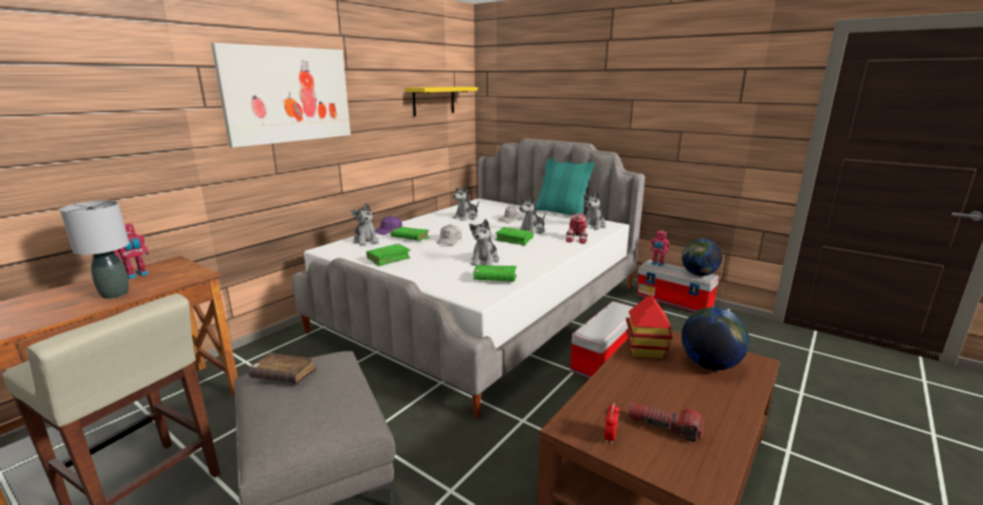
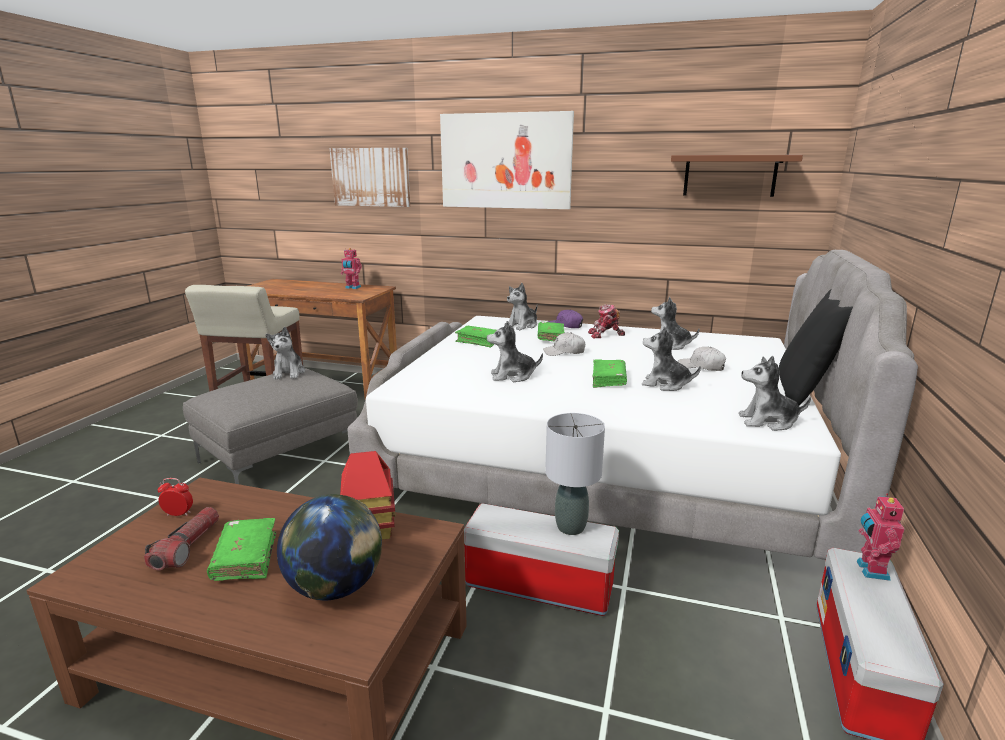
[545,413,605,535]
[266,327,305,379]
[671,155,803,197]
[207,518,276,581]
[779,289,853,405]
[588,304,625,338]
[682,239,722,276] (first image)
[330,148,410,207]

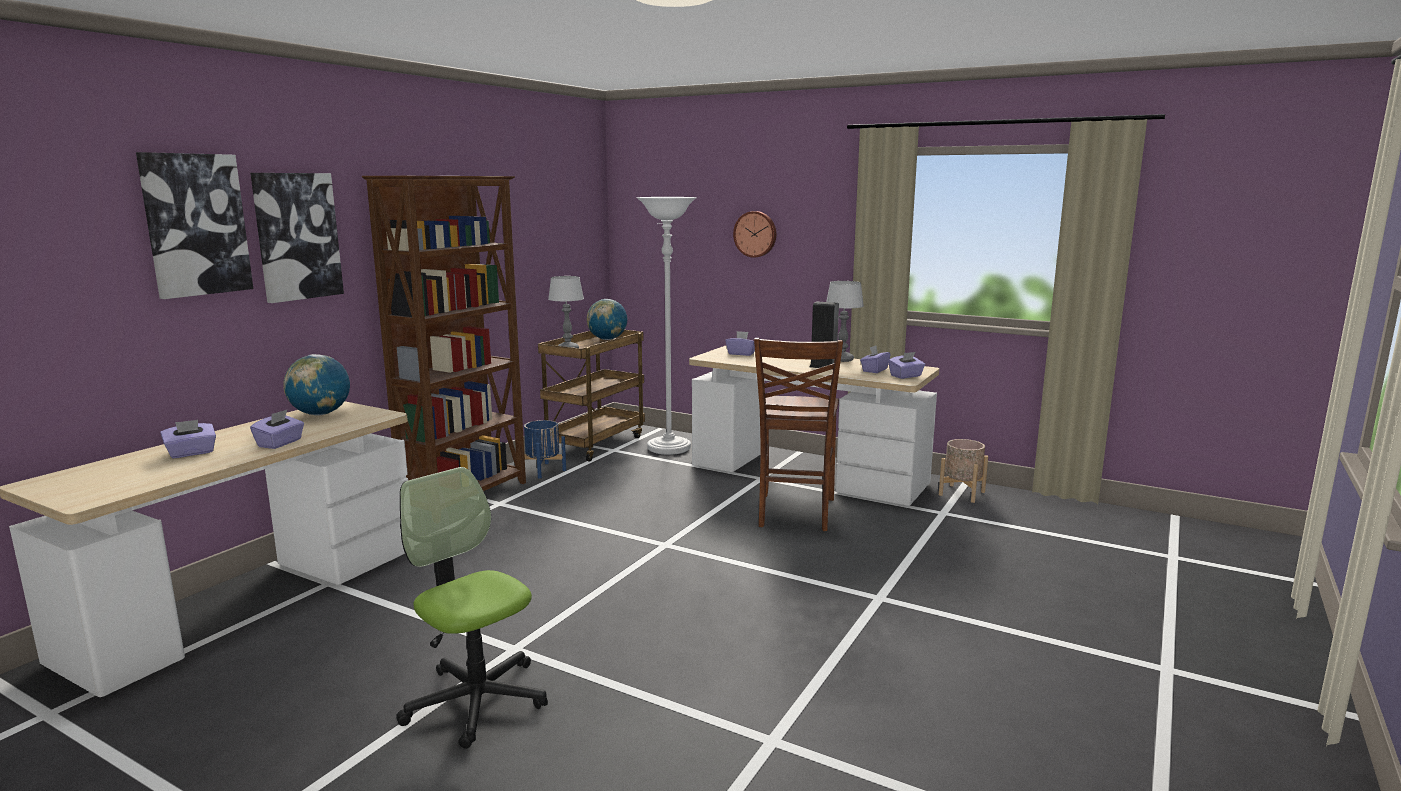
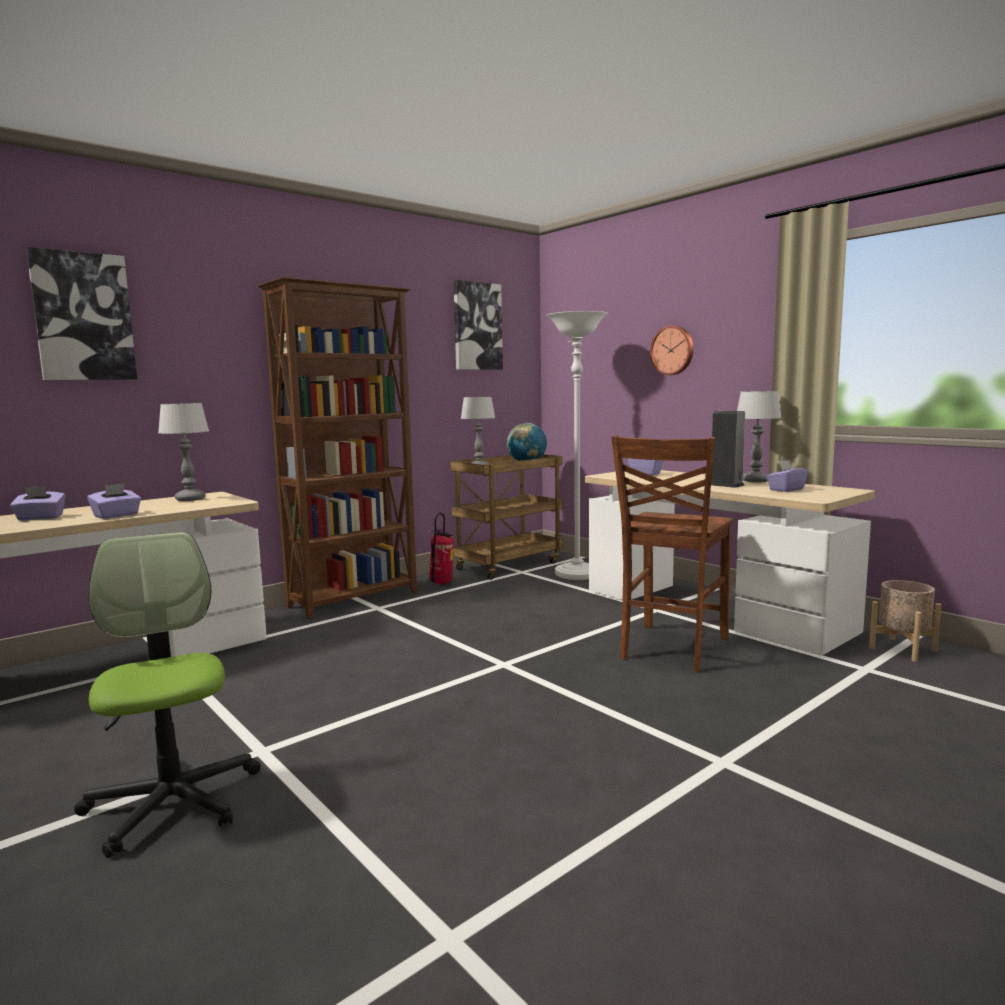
[453,280,503,370]
[158,403,209,501]
[428,513,454,585]
[888,352,925,379] (first image)

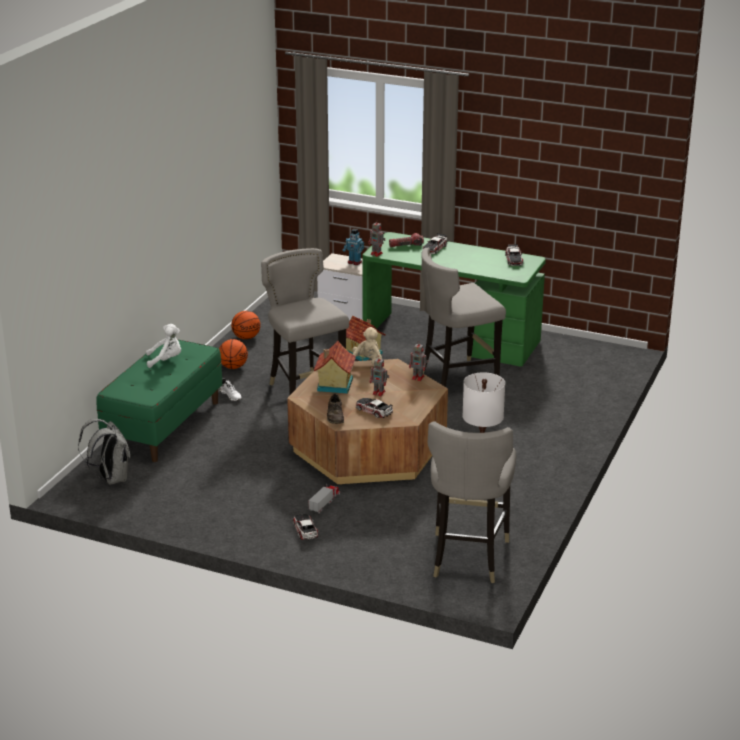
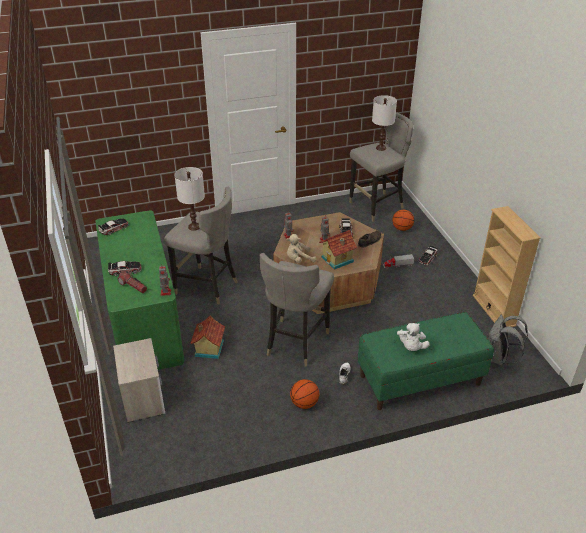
[397,323,430,351]
[392,210,414,231]
[343,229,364,265] (first image)
[174,167,205,231]
[473,206,541,327]

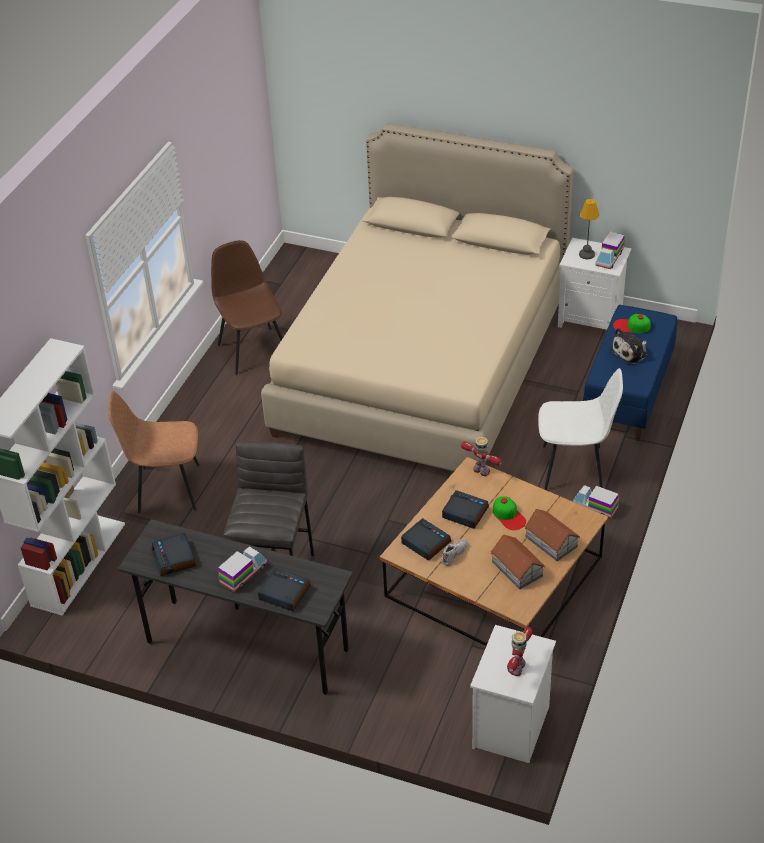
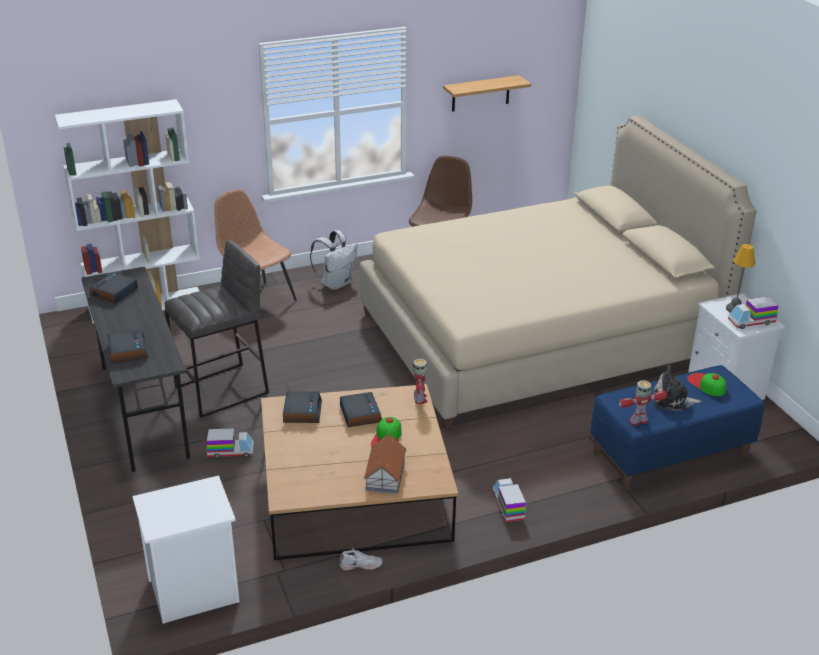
[207,428,254,459]
[340,548,382,570]
[490,534,545,589] (first image)
[619,380,667,426]
[538,368,623,490] (first image)
[310,230,358,290]
[443,75,531,112]

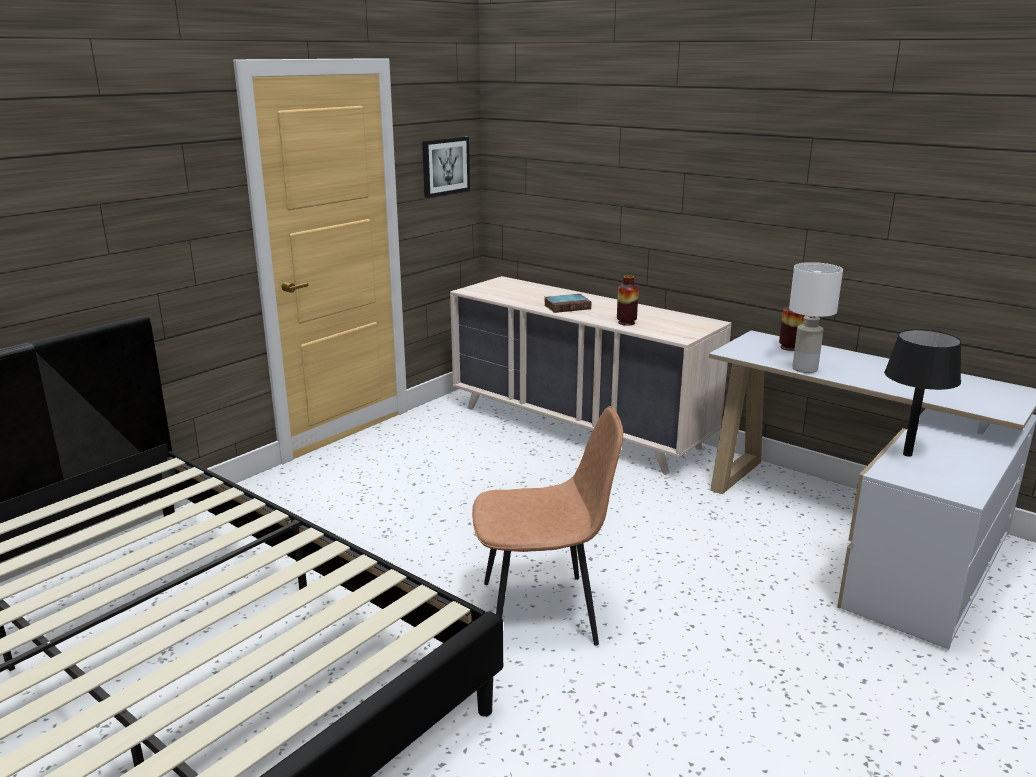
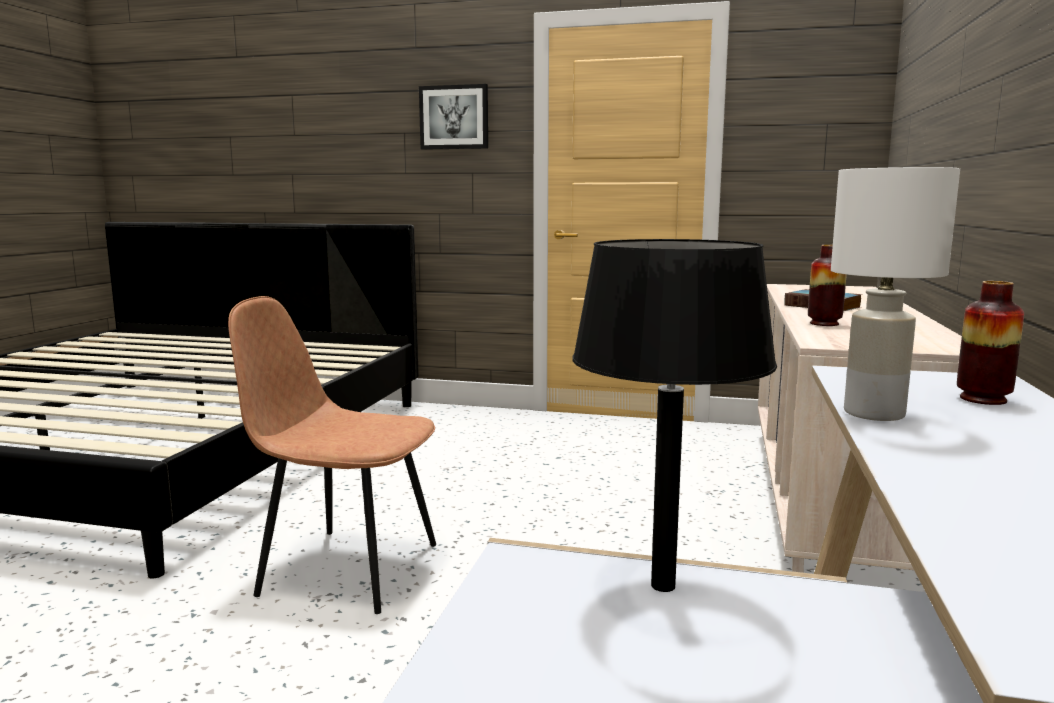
[419,84,488,150]
[228,296,436,614]

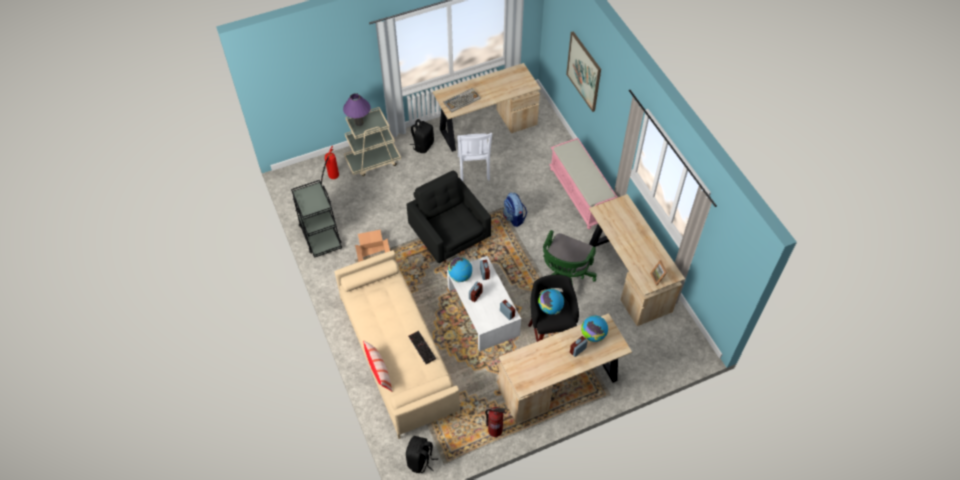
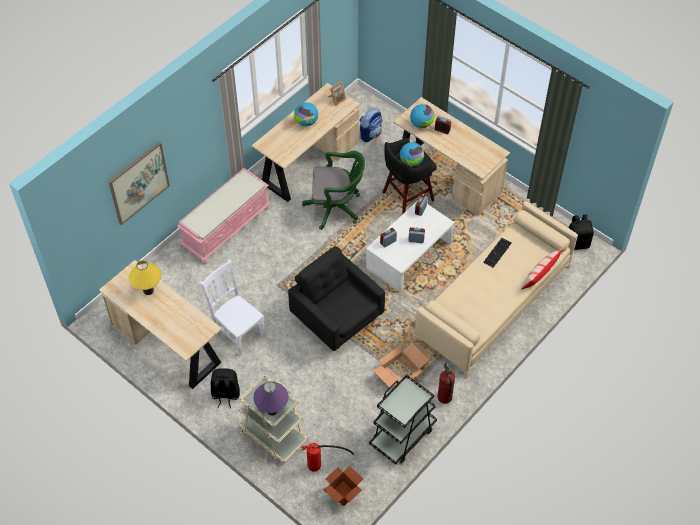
[288,246,385,351]
[444,88,481,112] (first image)
[294,102,318,127]
[200,259,266,356]
[437,363,455,404]
[359,109,382,142]
[129,261,161,295]
[323,466,363,506]

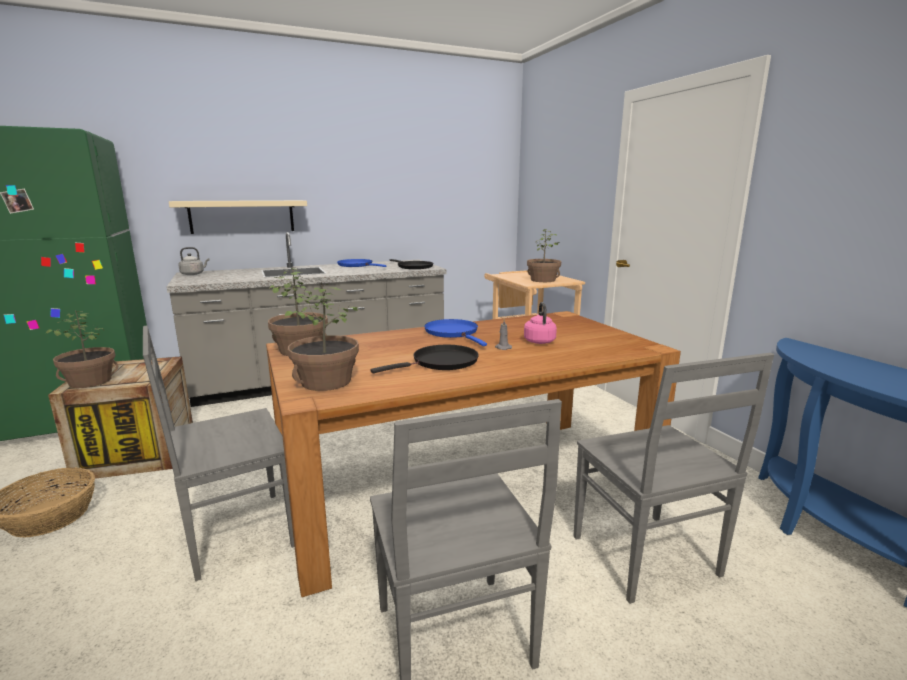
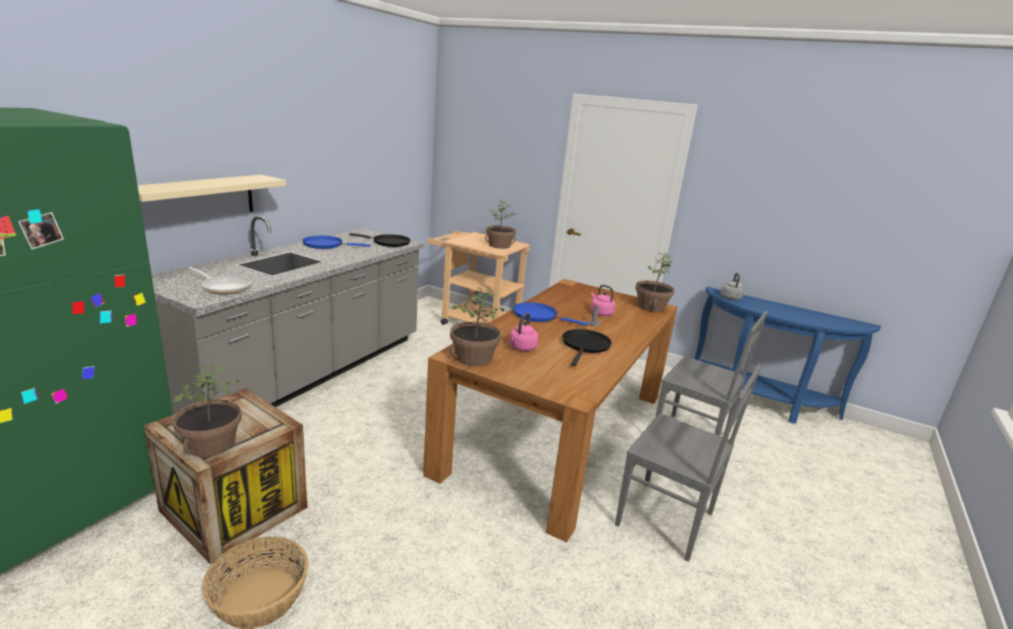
[143,325,294,581] (first image)
[721,273,744,300]
[635,253,674,312]
[188,267,251,294]
[509,313,539,351]

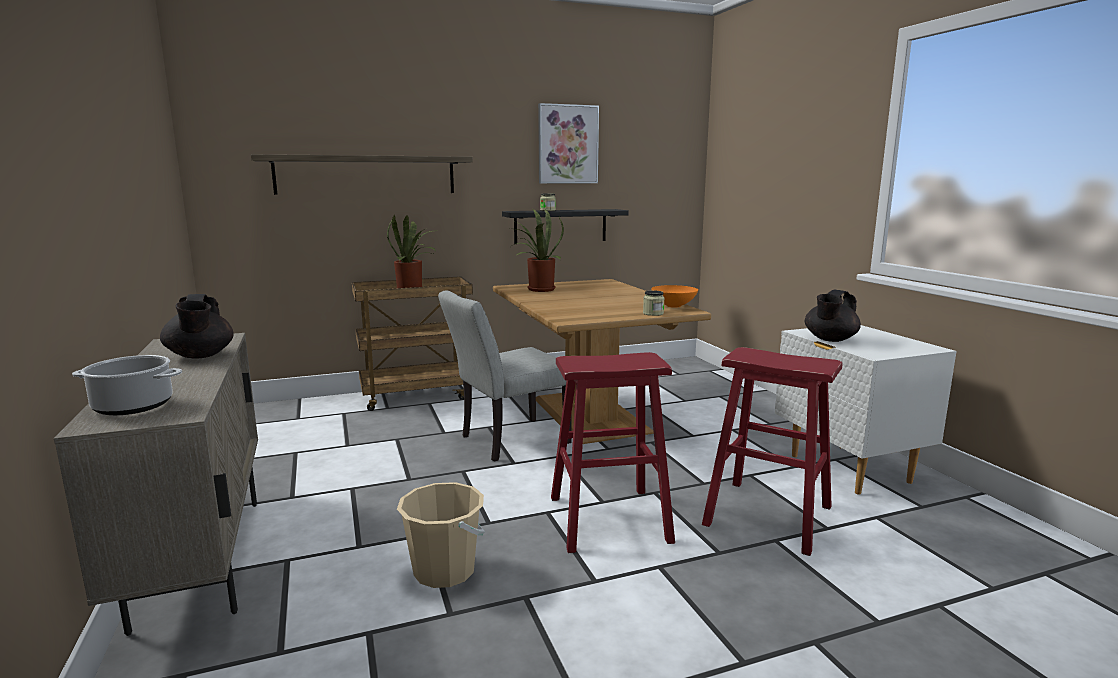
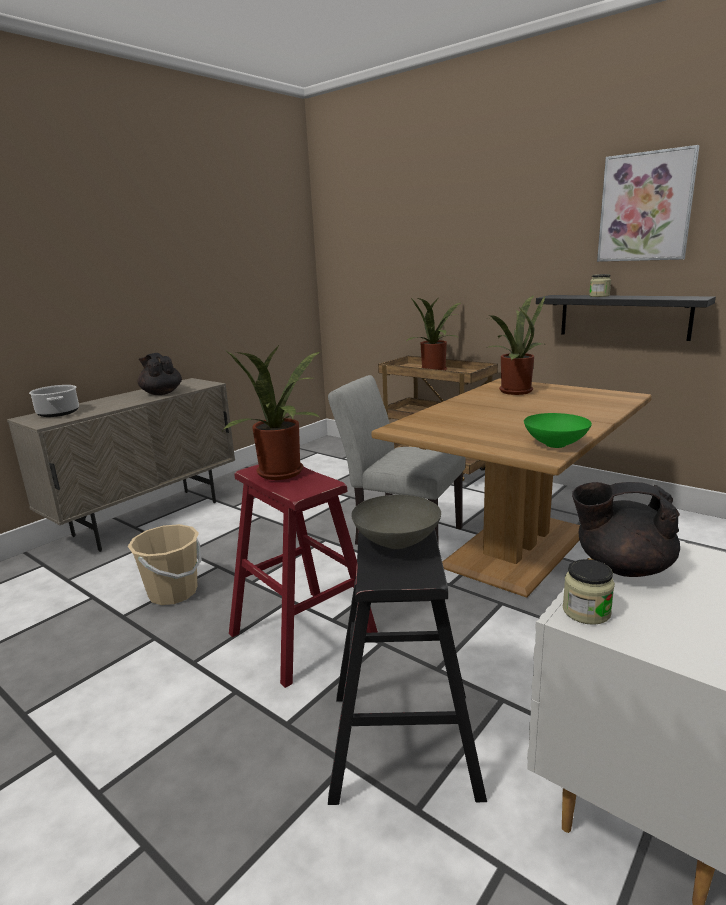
[138,353,182,395]
[251,154,473,195] (first image)
[563,559,615,625]
[524,413,592,448]
[328,529,487,805]
[223,344,321,480]
[351,495,441,549]

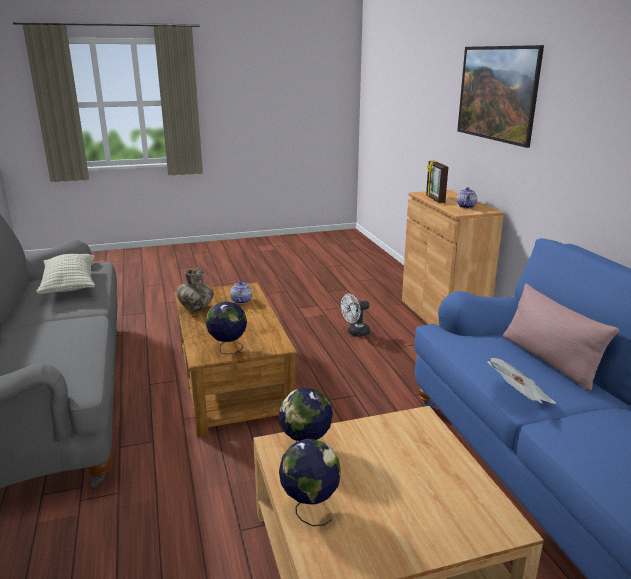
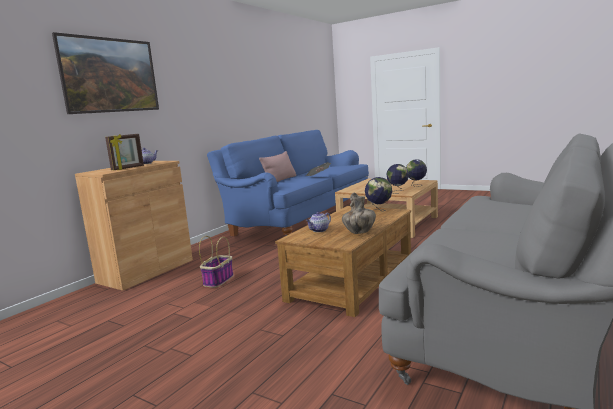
[36,254,95,294] (first image)
[199,236,234,288]

